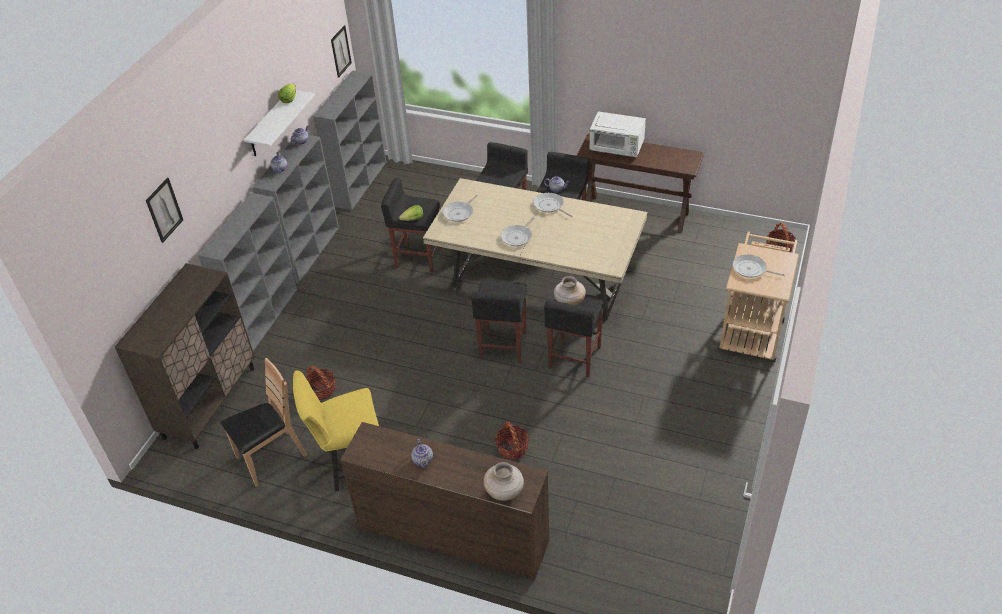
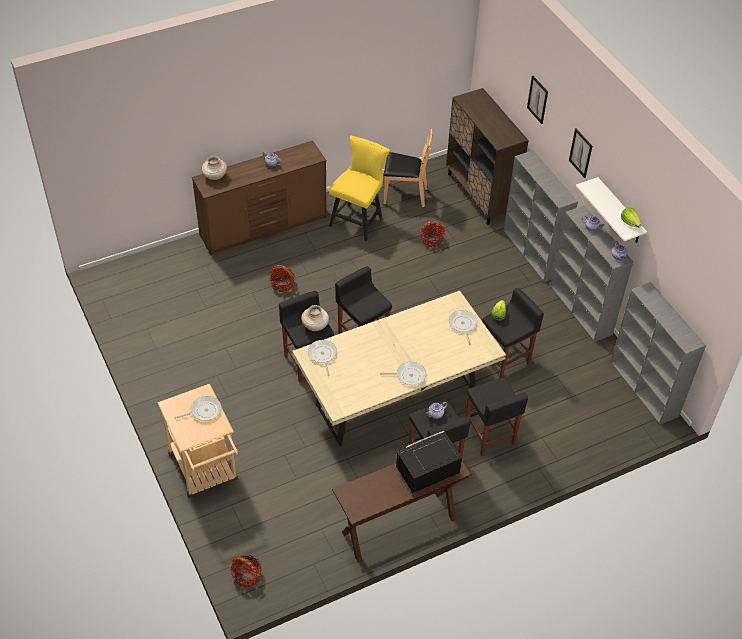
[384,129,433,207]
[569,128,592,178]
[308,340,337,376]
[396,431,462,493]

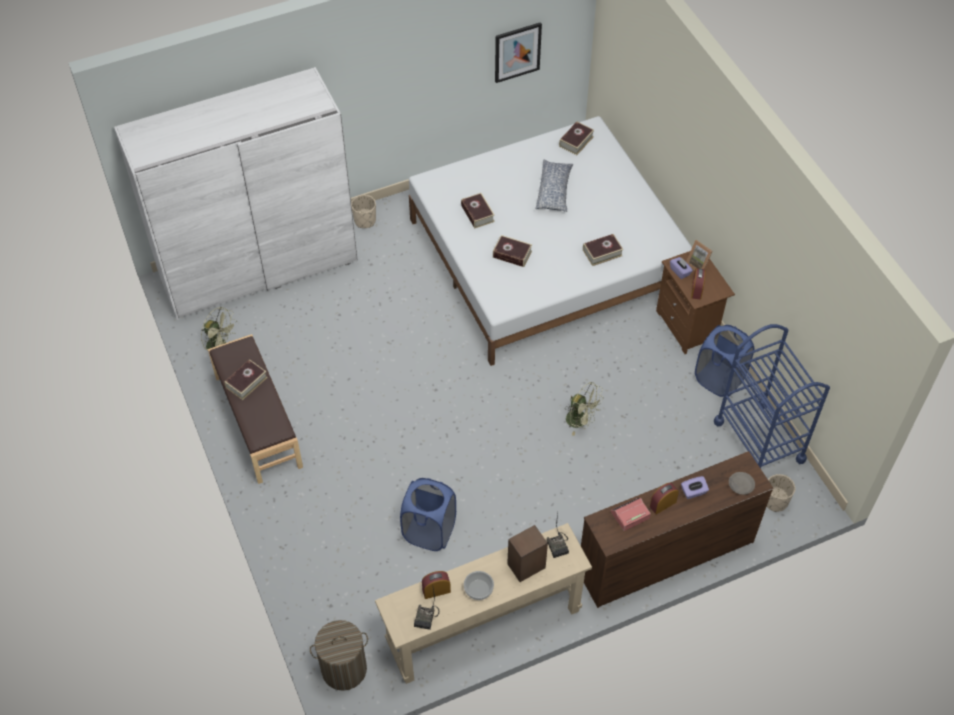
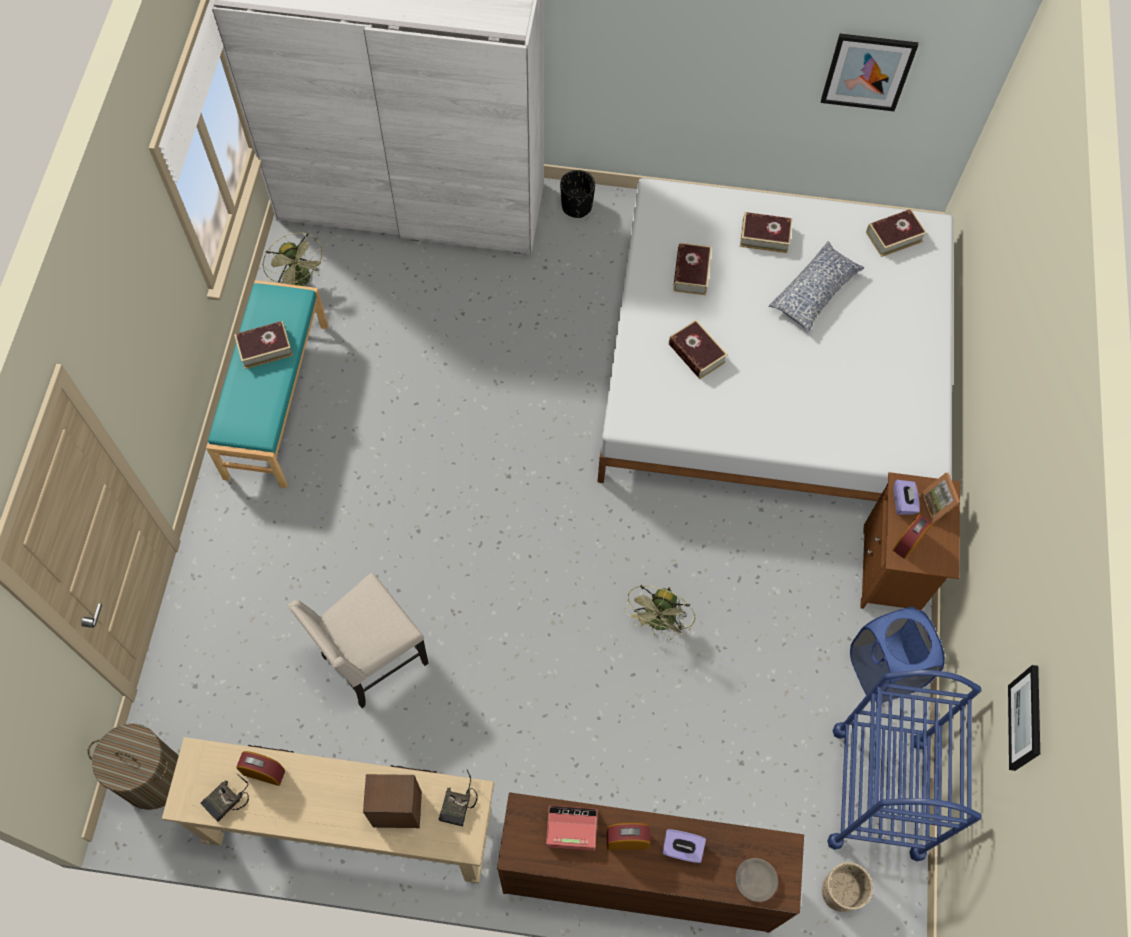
[206,280,328,488]
[560,170,595,218]
[288,573,428,708]
[464,571,494,600] (first image)
[624,585,696,640]
[740,212,792,253]
[1008,665,1040,771]

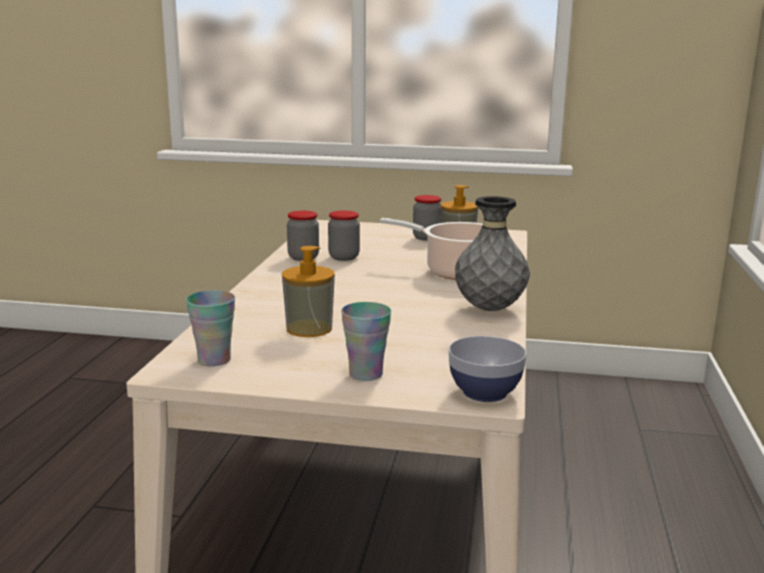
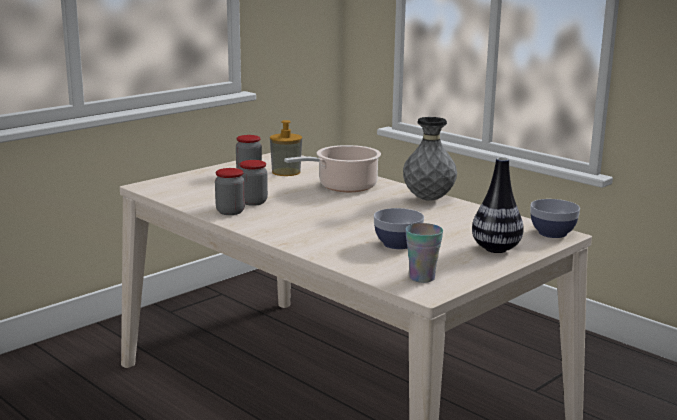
[374,208,424,249]
[472,157,523,253]

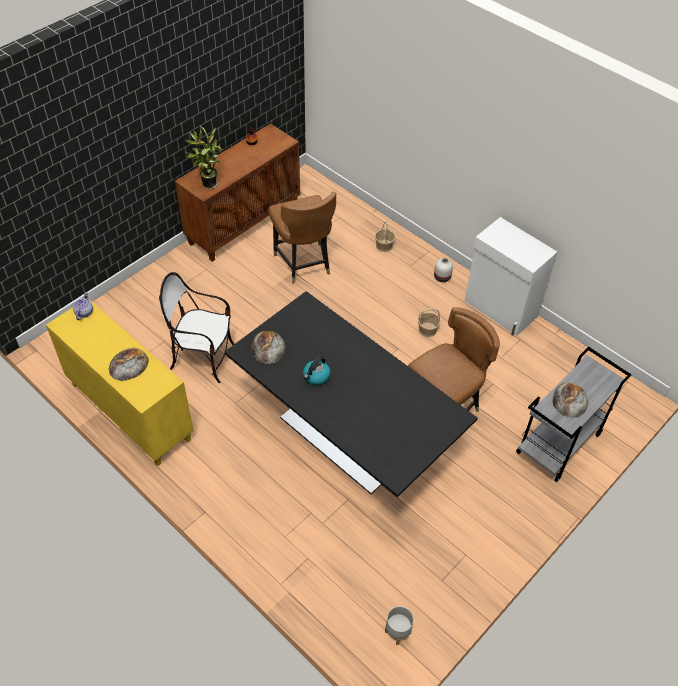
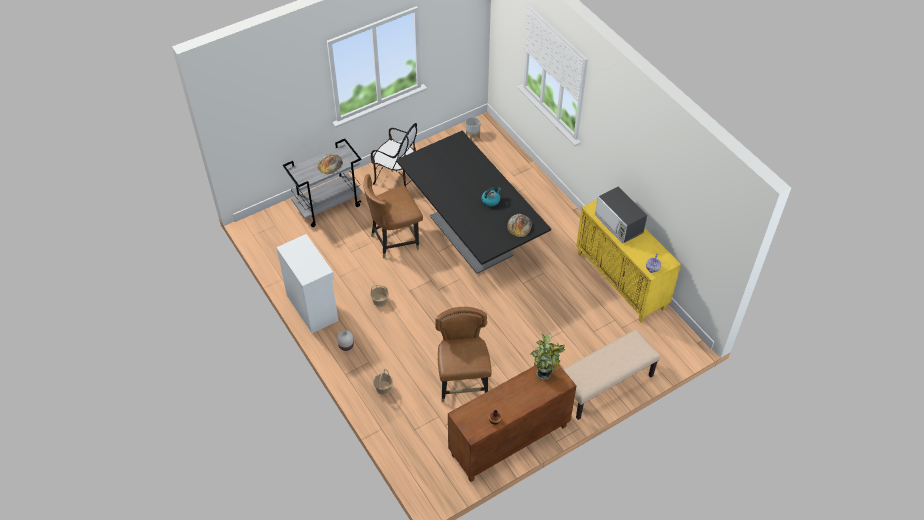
[595,186,647,244]
[371,123,417,188]
[563,329,660,420]

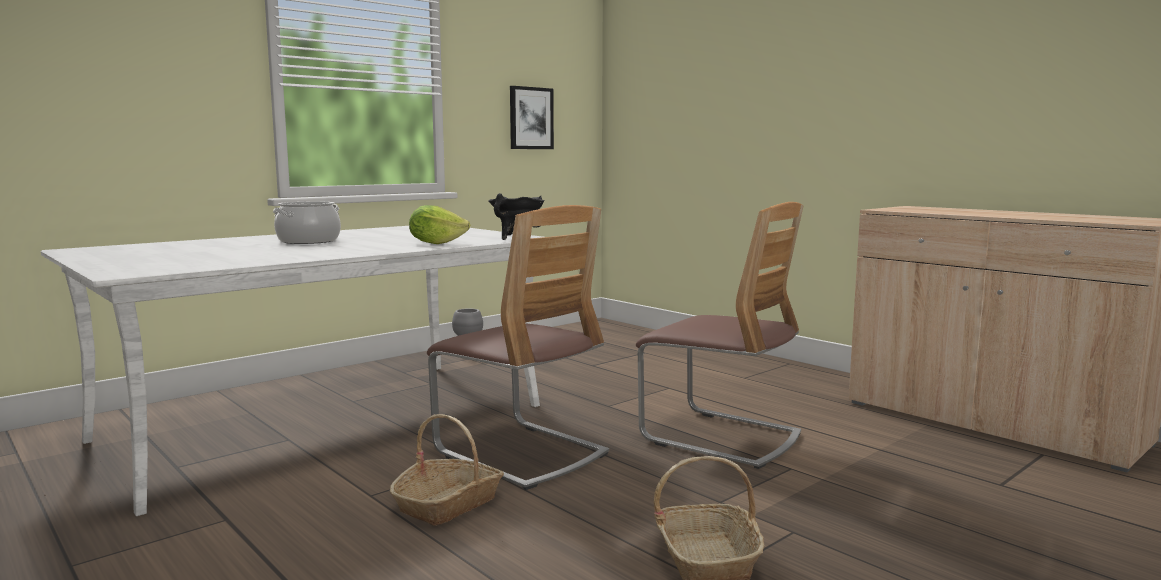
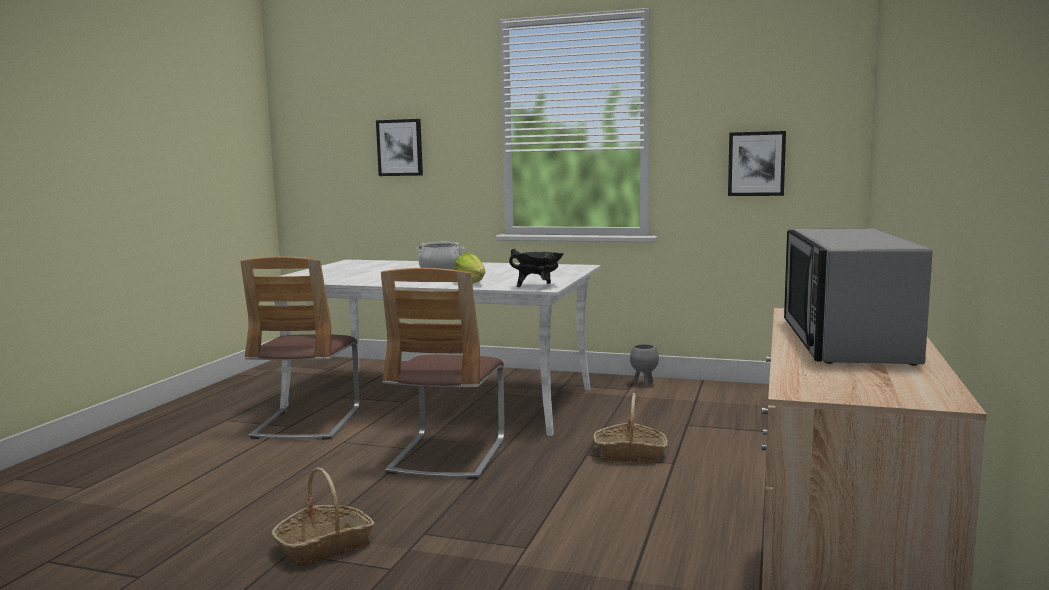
[594,393,668,462]
[240,256,360,440]
[376,119,423,176]
[784,229,932,366]

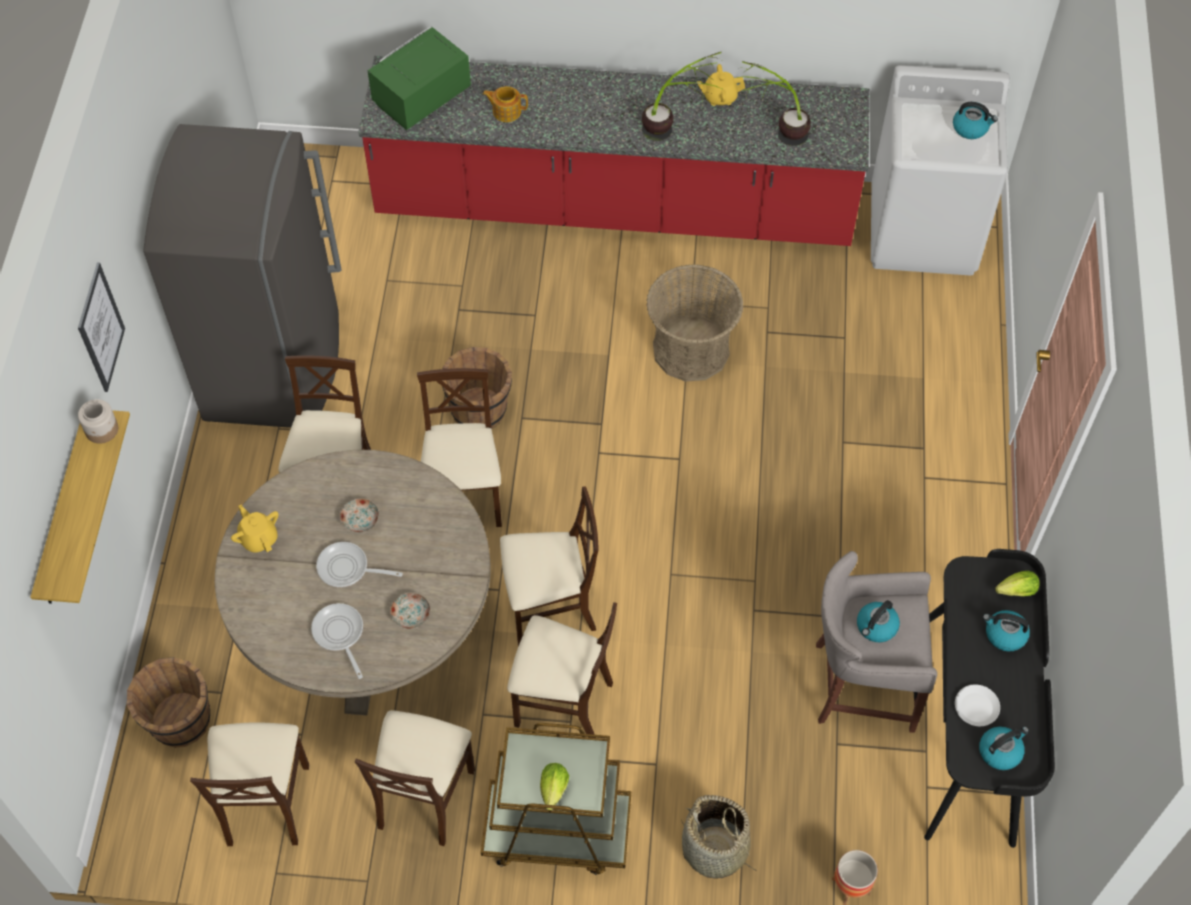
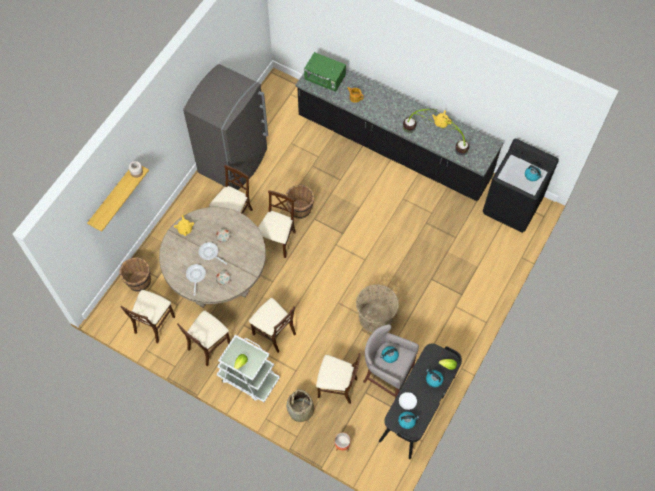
[78,262,125,392] (first image)
[295,69,504,201]
[304,52,346,92]
[217,335,280,402]
[316,353,361,404]
[356,284,399,333]
[483,138,559,233]

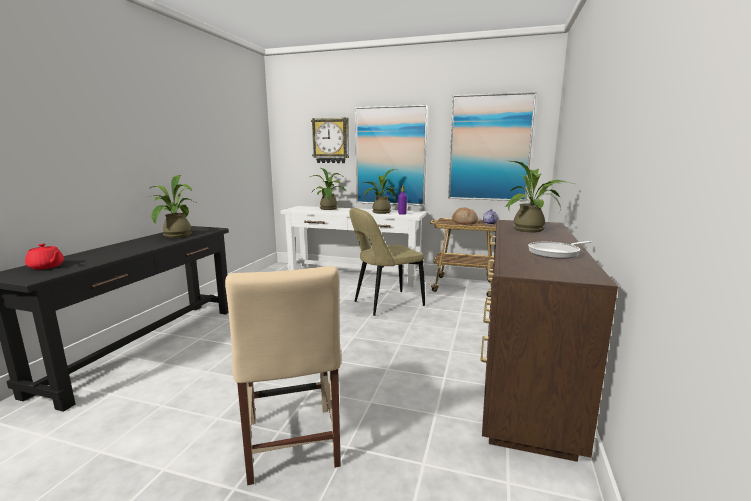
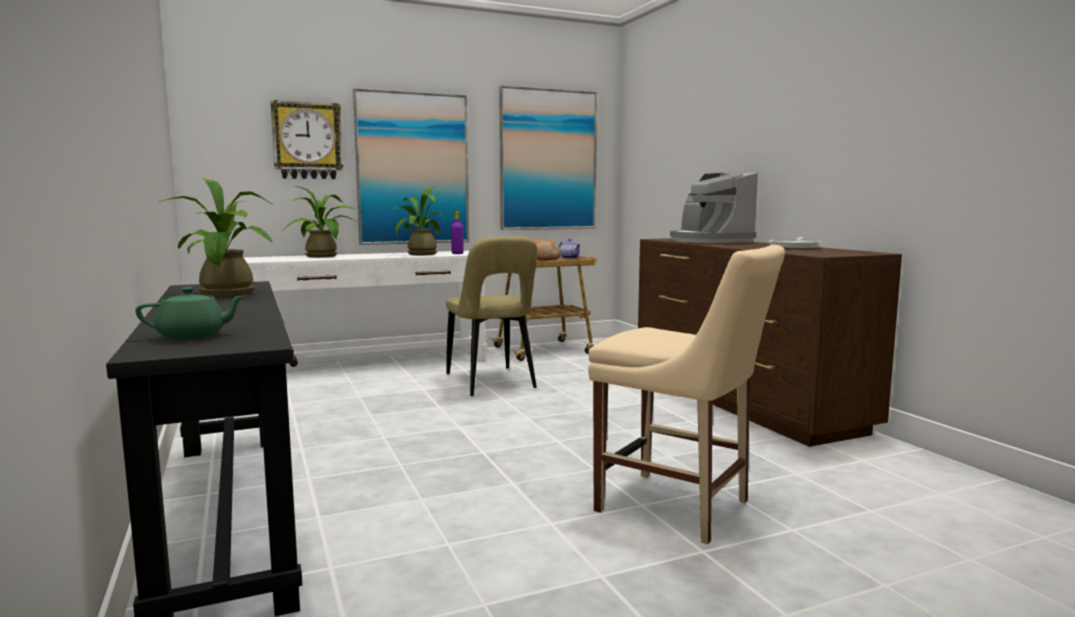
[135,287,245,340]
[446,236,538,396]
[670,173,758,243]

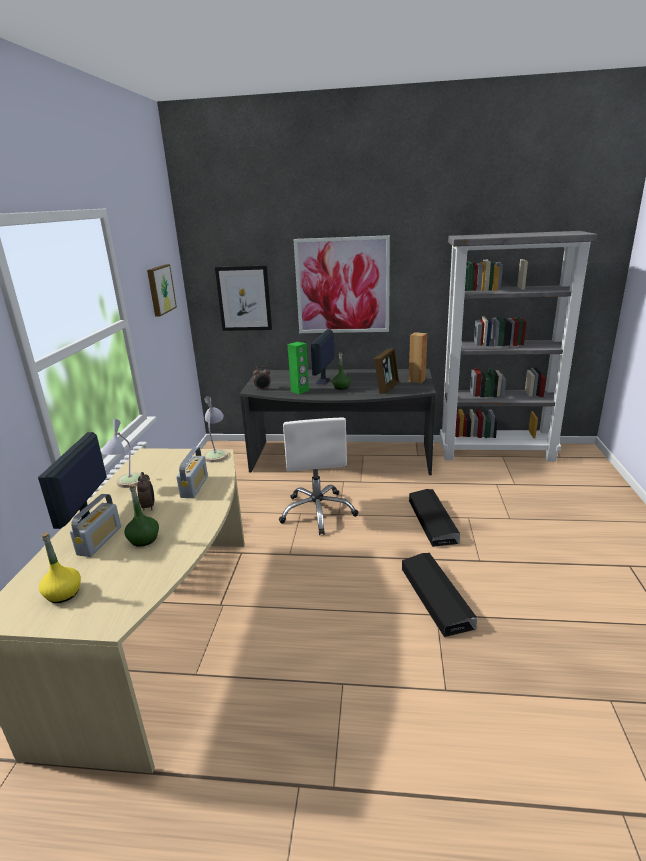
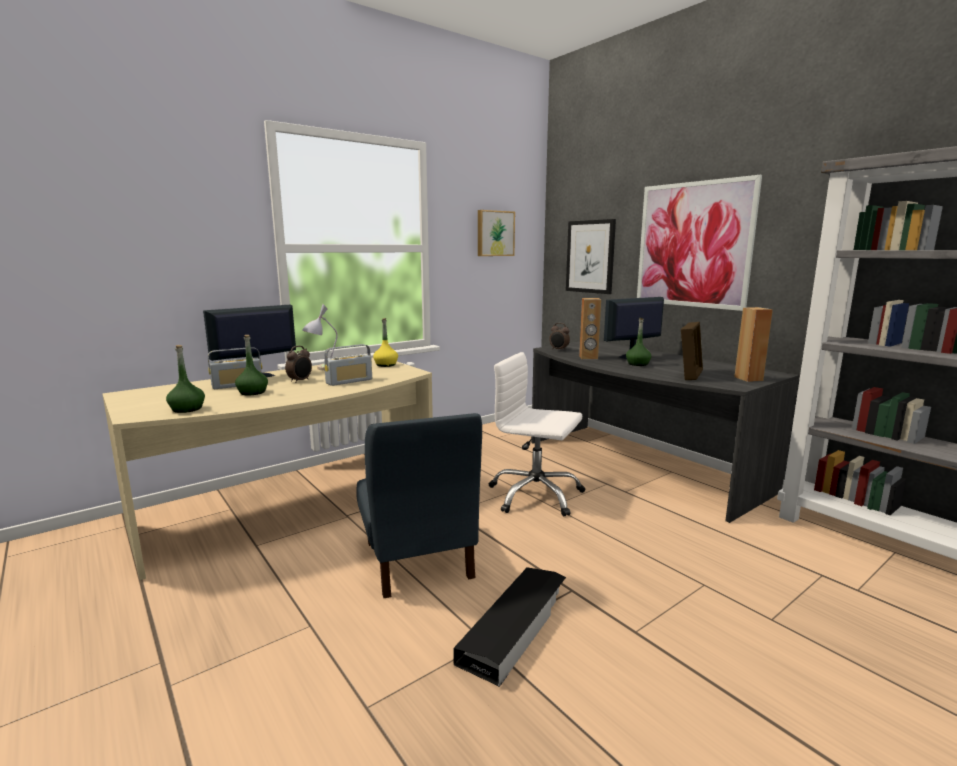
[373,318,398,367]
[203,396,228,462] (first image)
[489,352,585,516]
[579,298,601,359]
[681,322,703,380]
[409,489,460,547] (first image)
[166,345,205,413]
[357,413,482,598]

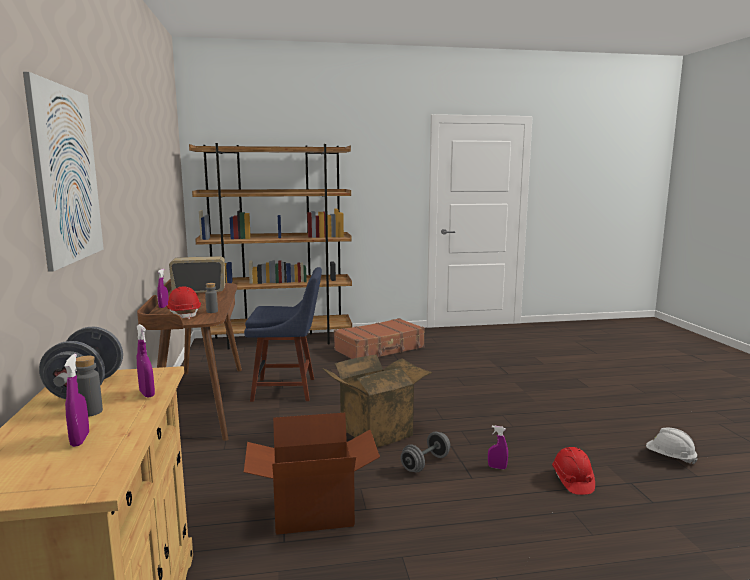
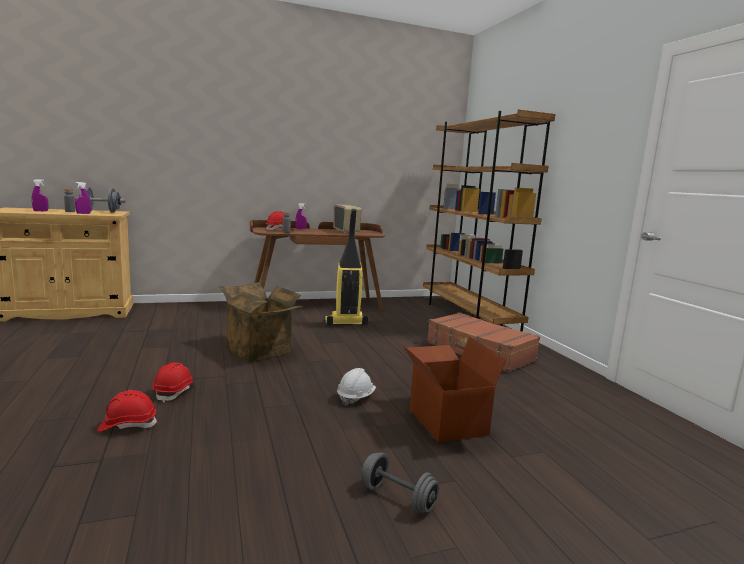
[23,72,104,272] (first image)
[324,209,368,325]
[402,336,506,442]
[361,452,439,513]
[152,362,195,403]
[337,368,376,406]

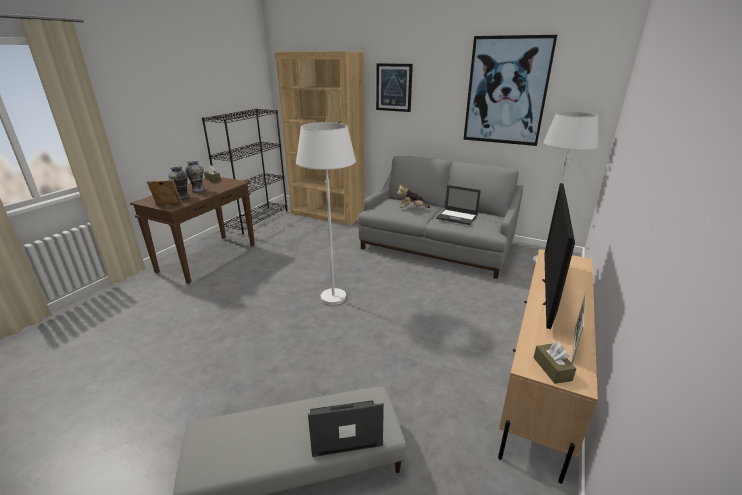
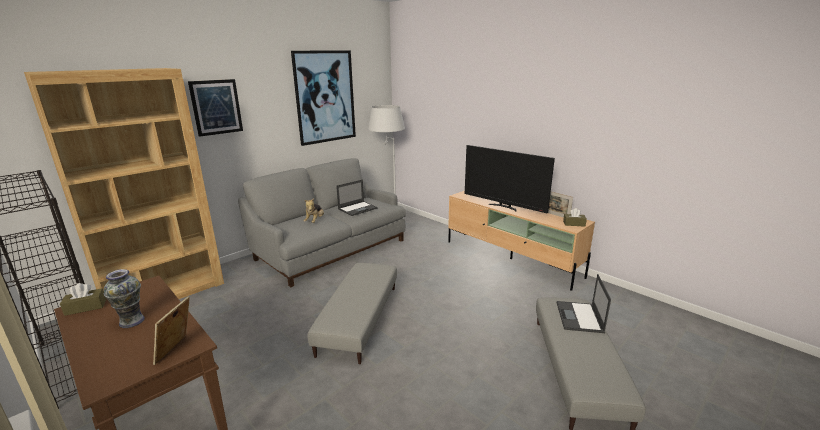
[168,166,190,200] (first image)
[307,263,397,364]

